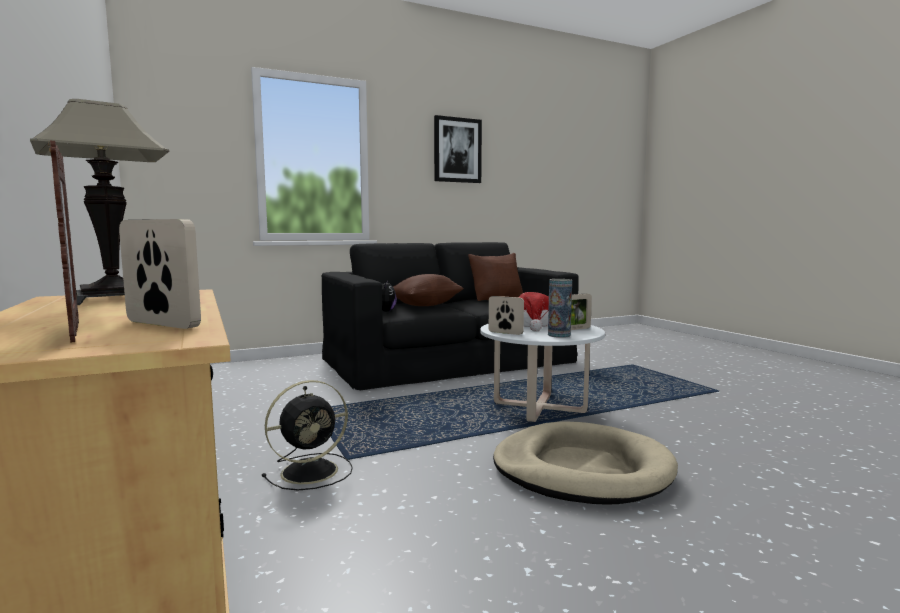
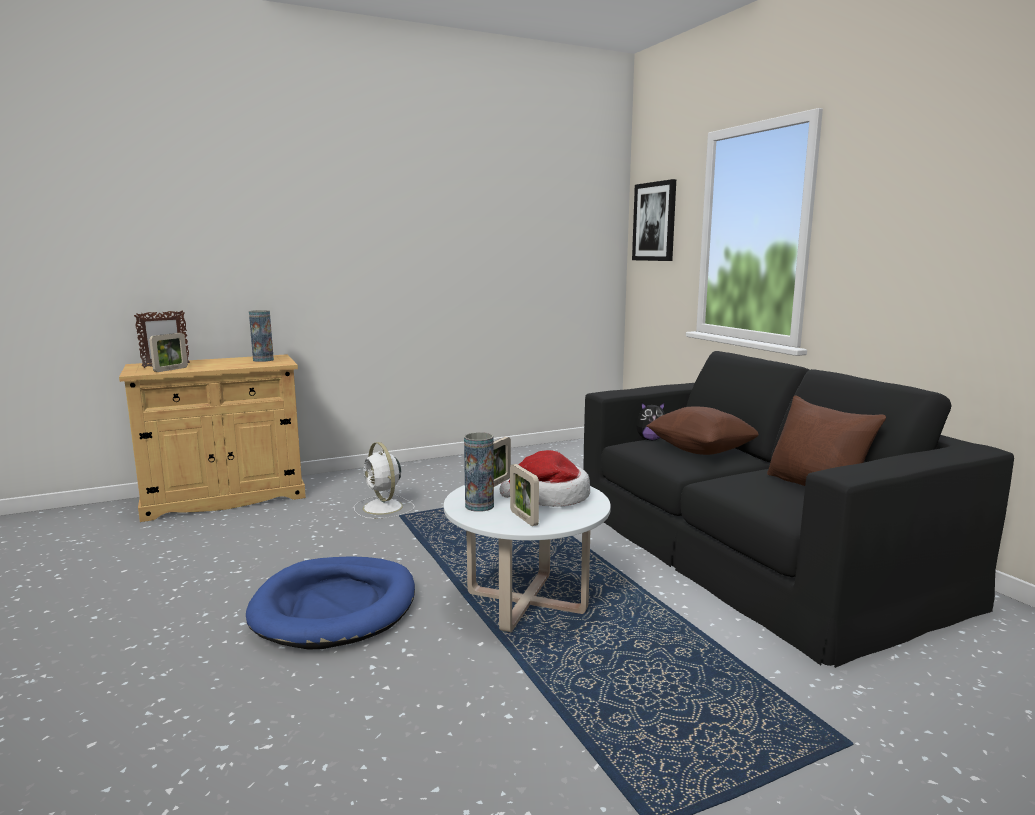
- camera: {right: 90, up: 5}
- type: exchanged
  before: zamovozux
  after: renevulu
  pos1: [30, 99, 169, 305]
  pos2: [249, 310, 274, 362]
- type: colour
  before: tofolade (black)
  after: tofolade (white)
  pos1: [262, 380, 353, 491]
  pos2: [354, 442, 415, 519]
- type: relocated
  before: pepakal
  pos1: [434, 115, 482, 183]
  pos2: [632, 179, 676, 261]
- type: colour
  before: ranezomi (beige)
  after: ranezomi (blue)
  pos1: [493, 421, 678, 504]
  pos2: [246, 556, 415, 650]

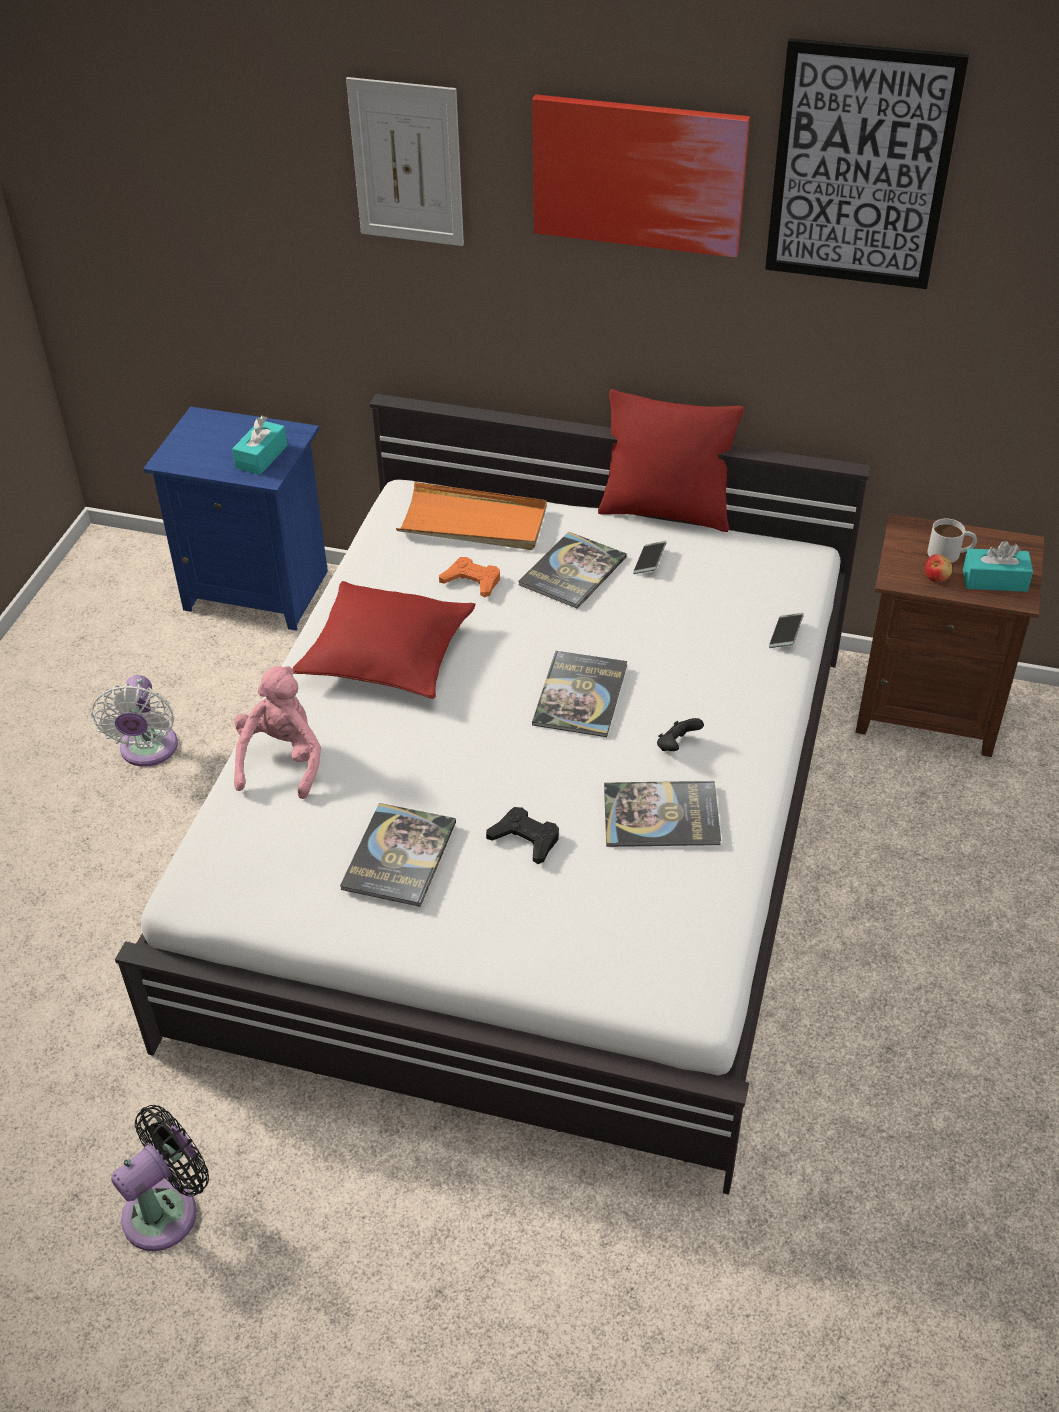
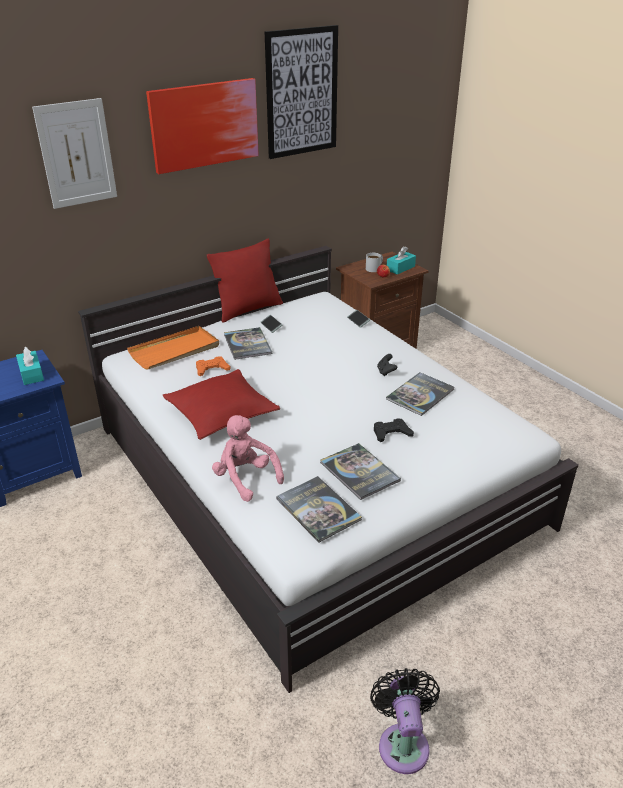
- camera: {right: -50, up: -10}
- type: missing
  before: tofolade (white)
  pos1: [91, 675, 178, 767]
- type: relocated
  before: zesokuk
  pos1: [532, 651, 627, 737]
  pos2: [276, 476, 362, 543]

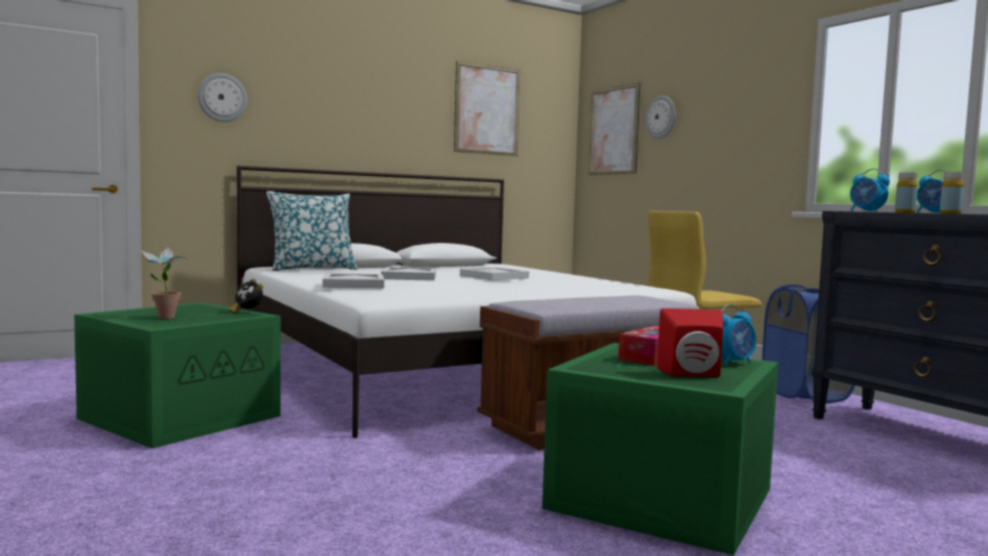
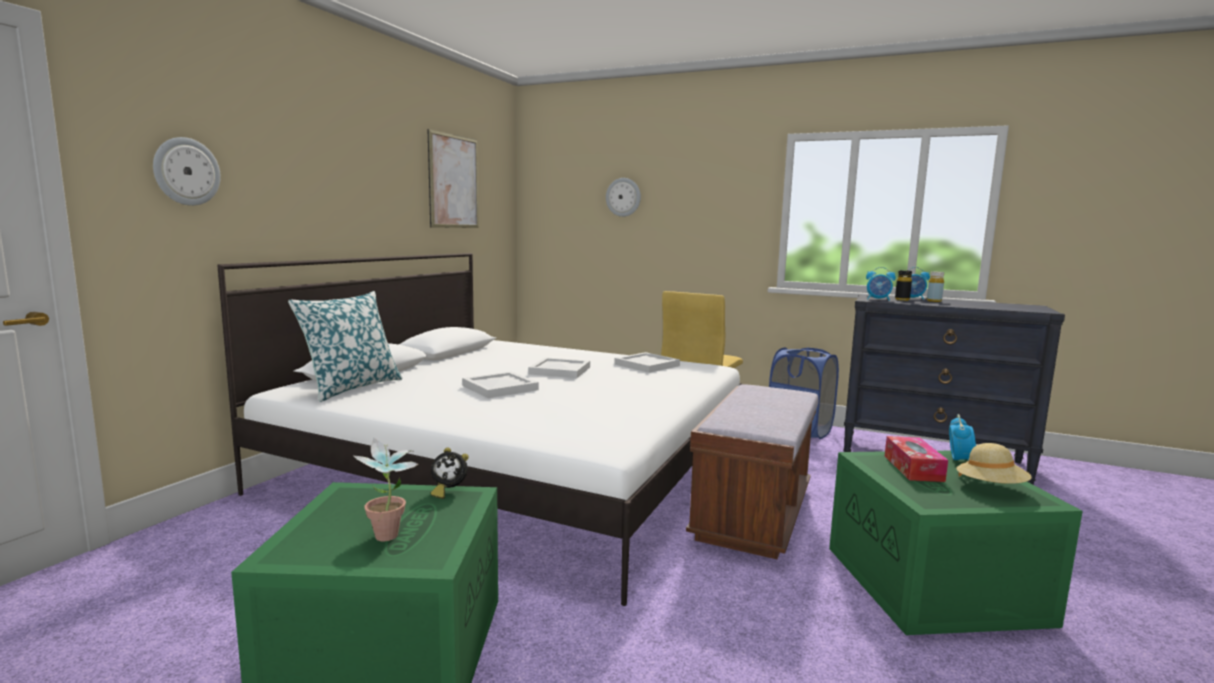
- camera: {right: -35, up: 5}
- type: relocated
  before: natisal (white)
  pos1: [323, 273, 384, 288]
  pos2: [614, 352, 680, 373]
- type: missing
  before: pepakal
  pos1: [589, 82, 640, 175]
- type: exchanged
  before: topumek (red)
  after: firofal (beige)
  pos1: [657, 308, 723, 377]
  pos2: [956, 443, 1032, 484]
- type: colour
  before: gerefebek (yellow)
  after: gerefebek (black)
  pos1: [895, 172, 918, 213]
  pos2: [895, 270, 912, 301]

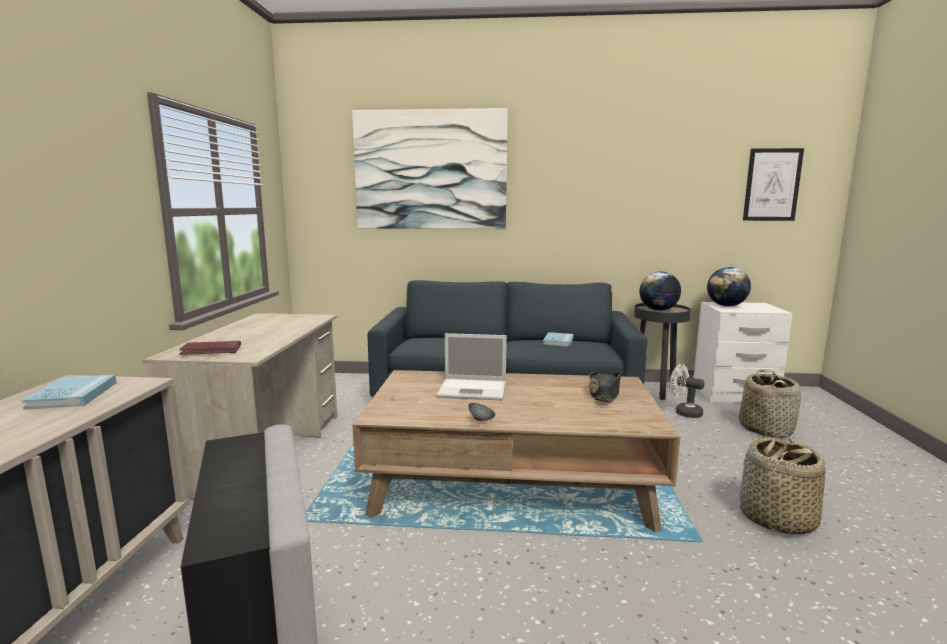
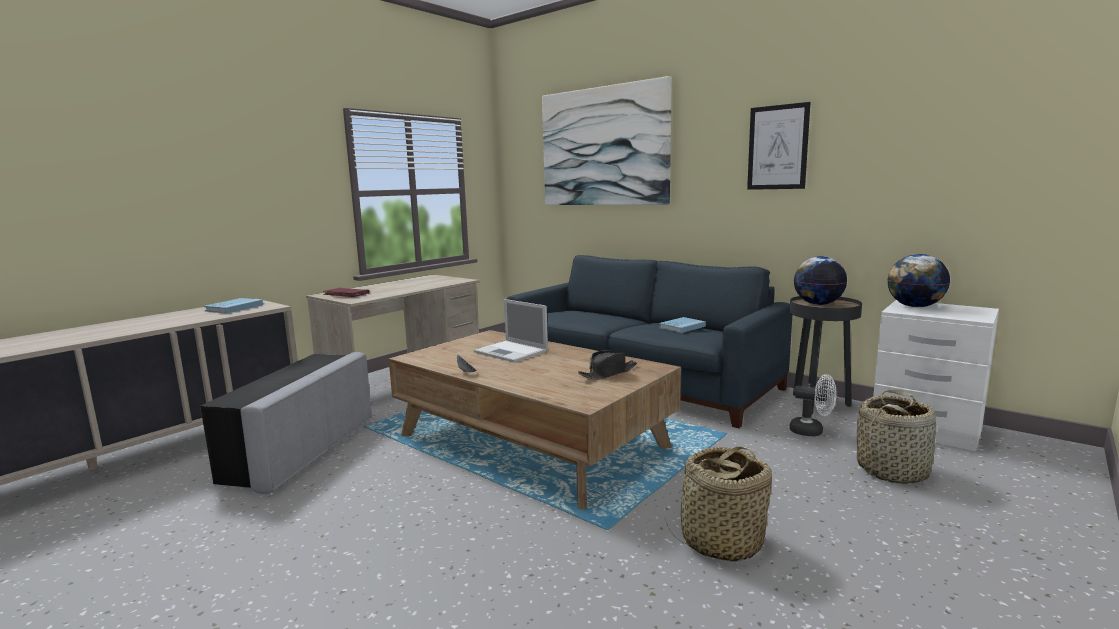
- camera: {right: 35, up: 0}
- type: spun
  before: tofolade (white)
  pos1: [670, 364, 705, 418]
  pos2: [790, 374, 837, 436]
  turn: 135
- type: relocated
  before: pepakal
  pos1: [743, 148, 804, 221]
  pos2: [747, 102, 810, 190]

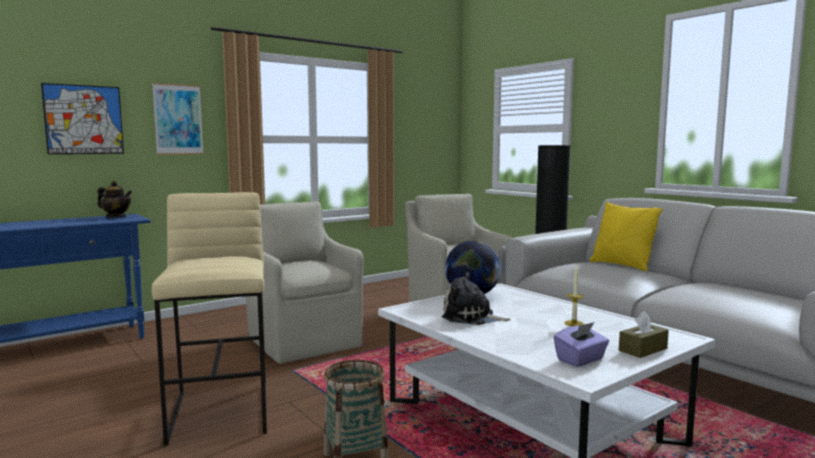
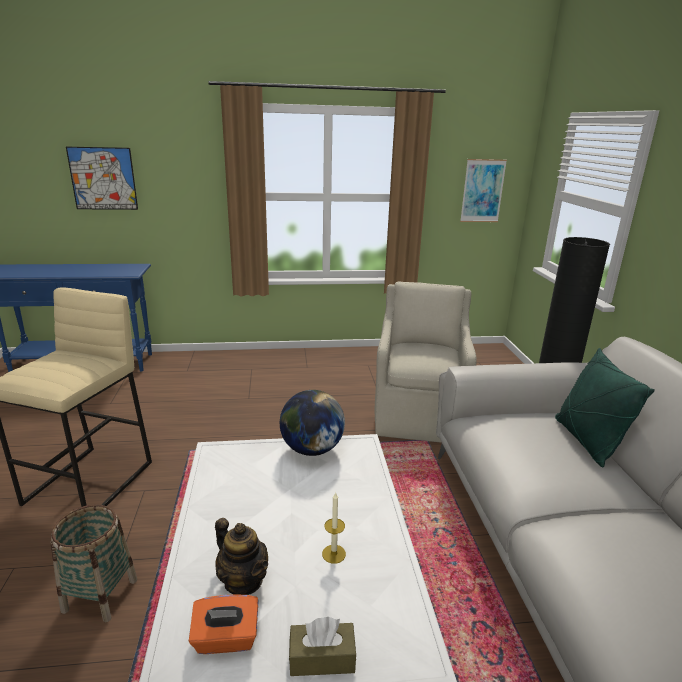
- camera: {right: 30, up: 15}
- type: relocated
  before: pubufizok
  pos1: [97, 181, 132, 218]
  pos2: [215, 518, 268, 595]
- type: relocated
  before: pepakal
  pos1: [152, 83, 204, 155]
  pos2: [460, 159, 507, 222]
- type: missing
  before: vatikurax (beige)
  pos1: [246, 201, 364, 364]
- type: missing
  before: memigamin
  pos1: [442, 272, 511, 325]
- type: colour
  before: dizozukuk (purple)
  after: dizozukuk (orange)
  pos1: [554, 322, 609, 367]
  pos2: [189, 595, 259, 654]
- type: colour
  before: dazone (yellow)
  after: dazone (green)
  pos1: [590, 202, 663, 271]
  pos2: [555, 348, 655, 468]

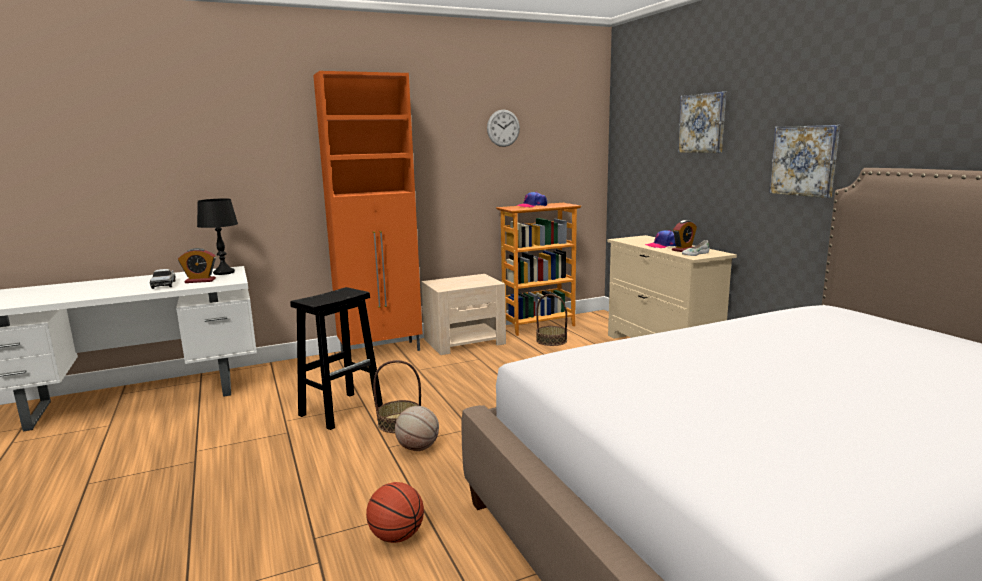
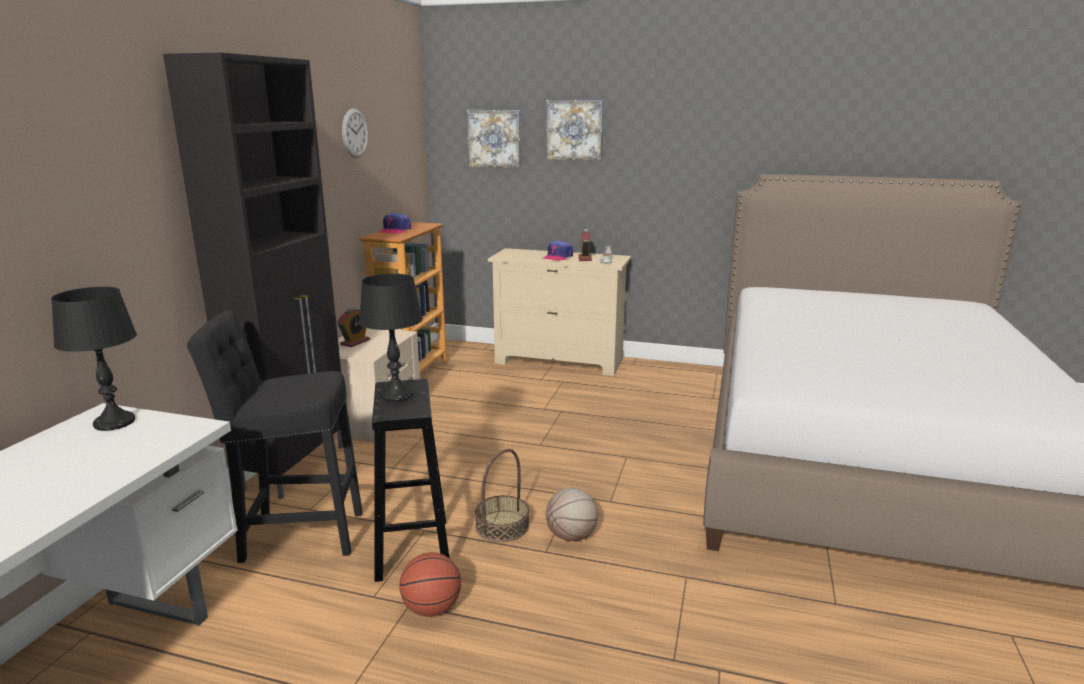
- camera: {right: -50, up: 5}
- type: missing
  before: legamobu
  pos1: [150, 269, 176, 289]
- type: relocated
  before: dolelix
  pos1: [178, 248, 216, 283]
  pos2: [337, 308, 370, 347]
- type: colour
  before: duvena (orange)
  after: duvena (black)
  pos1: [313, 71, 423, 352]
  pos2: [163, 53, 343, 499]
- type: relocated
  before: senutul
  pos1: [366, 482, 424, 543]
  pos2: [399, 552, 461, 617]
- type: missing
  before: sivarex
  pos1: [536, 294, 567, 346]
- type: relocated
  before: pepakal
  pos1: [769, 125, 840, 198]
  pos2: [467, 110, 522, 168]
- type: appeared
  after: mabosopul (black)
  pos2: [187, 310, 362, 563]
- type: appeared
  after: zamovozux (black)
  pos2: [359, 274, 423, 401]

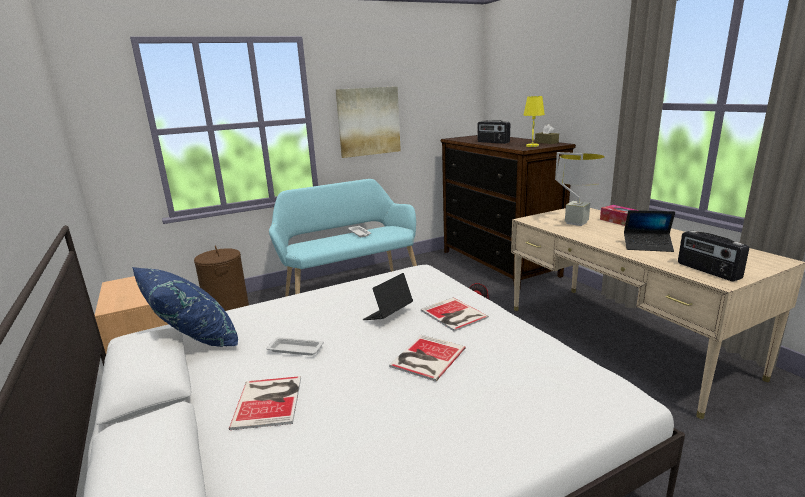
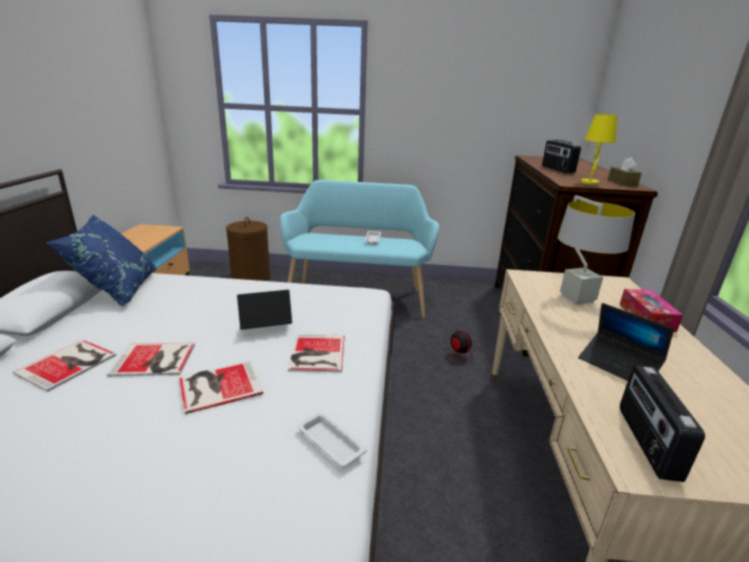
- camera: {right: 30, up: 5}
- type: relocated
  before: natisal (white)
  pos1: [266, 337, 324, 356]
  pos2: [298, 412, 367, 468]
- type: missing
  before: pepakal
  pos1: [336, 86, 401, 158]
- type: appeared
  after: zesokuk
  pos2: [107, 343, 195, 377]

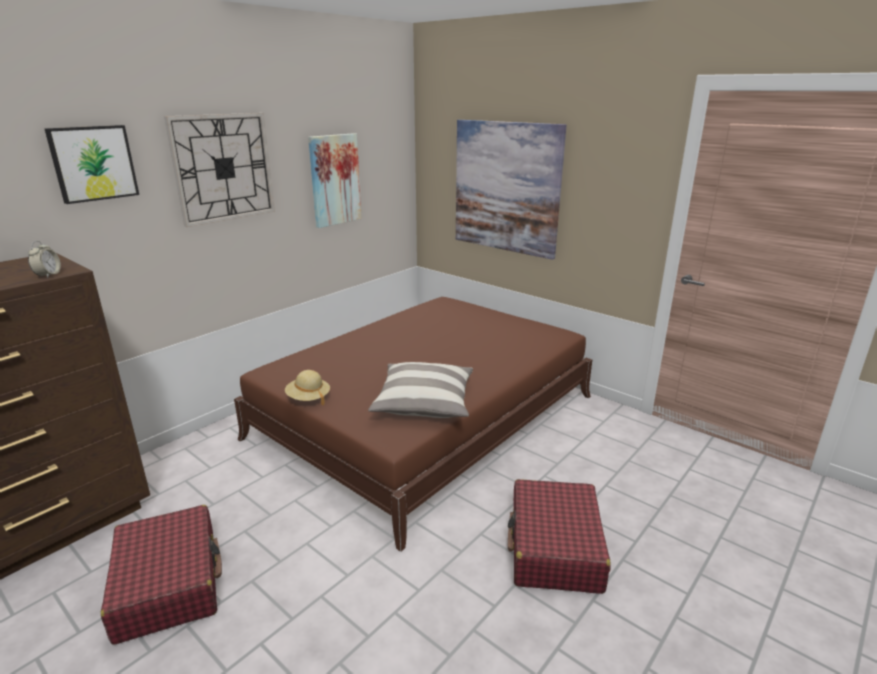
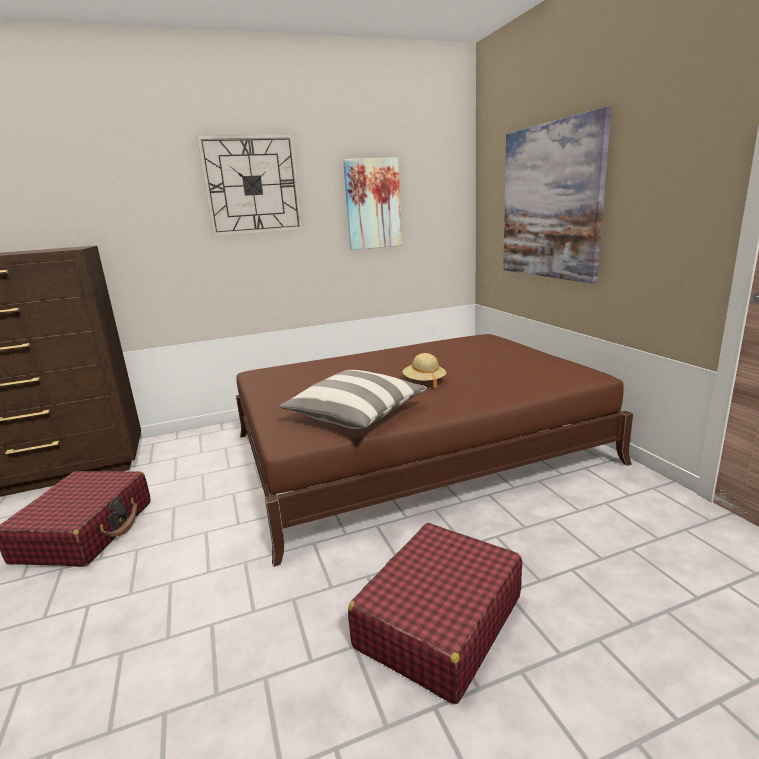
- camera: {right: 30, up: -5}
- type: missing
  before: dolelix
  pos1: [28, 241, 61, 278]
- type: missing
  before: pepakal
  pos1: [45, 125, 139, 204]
- type: relocated
  before: firofal (beige)
  pos1: [285, 370, 330, 405]
  pos2: [402, 353, 446, 389]

